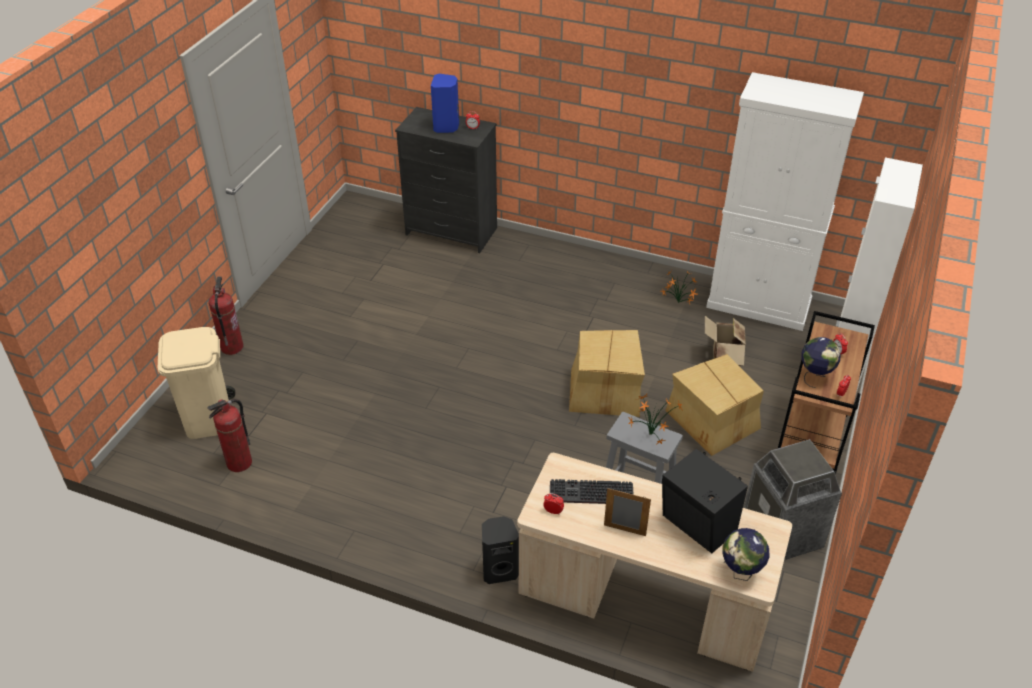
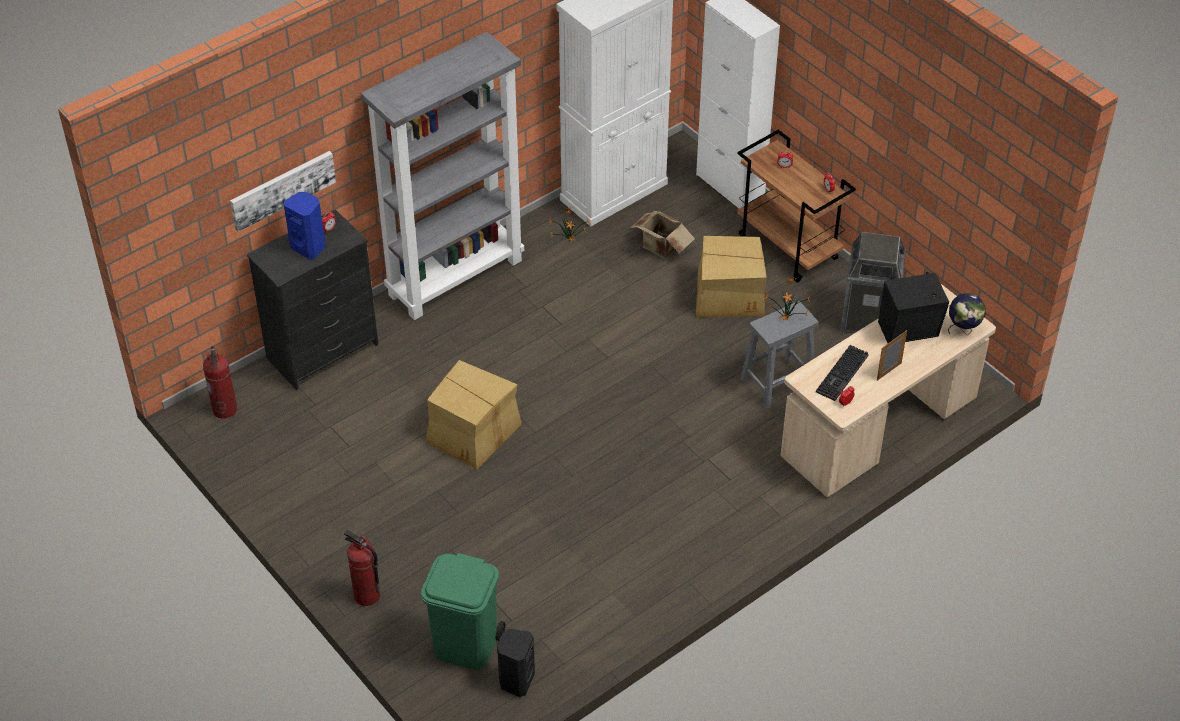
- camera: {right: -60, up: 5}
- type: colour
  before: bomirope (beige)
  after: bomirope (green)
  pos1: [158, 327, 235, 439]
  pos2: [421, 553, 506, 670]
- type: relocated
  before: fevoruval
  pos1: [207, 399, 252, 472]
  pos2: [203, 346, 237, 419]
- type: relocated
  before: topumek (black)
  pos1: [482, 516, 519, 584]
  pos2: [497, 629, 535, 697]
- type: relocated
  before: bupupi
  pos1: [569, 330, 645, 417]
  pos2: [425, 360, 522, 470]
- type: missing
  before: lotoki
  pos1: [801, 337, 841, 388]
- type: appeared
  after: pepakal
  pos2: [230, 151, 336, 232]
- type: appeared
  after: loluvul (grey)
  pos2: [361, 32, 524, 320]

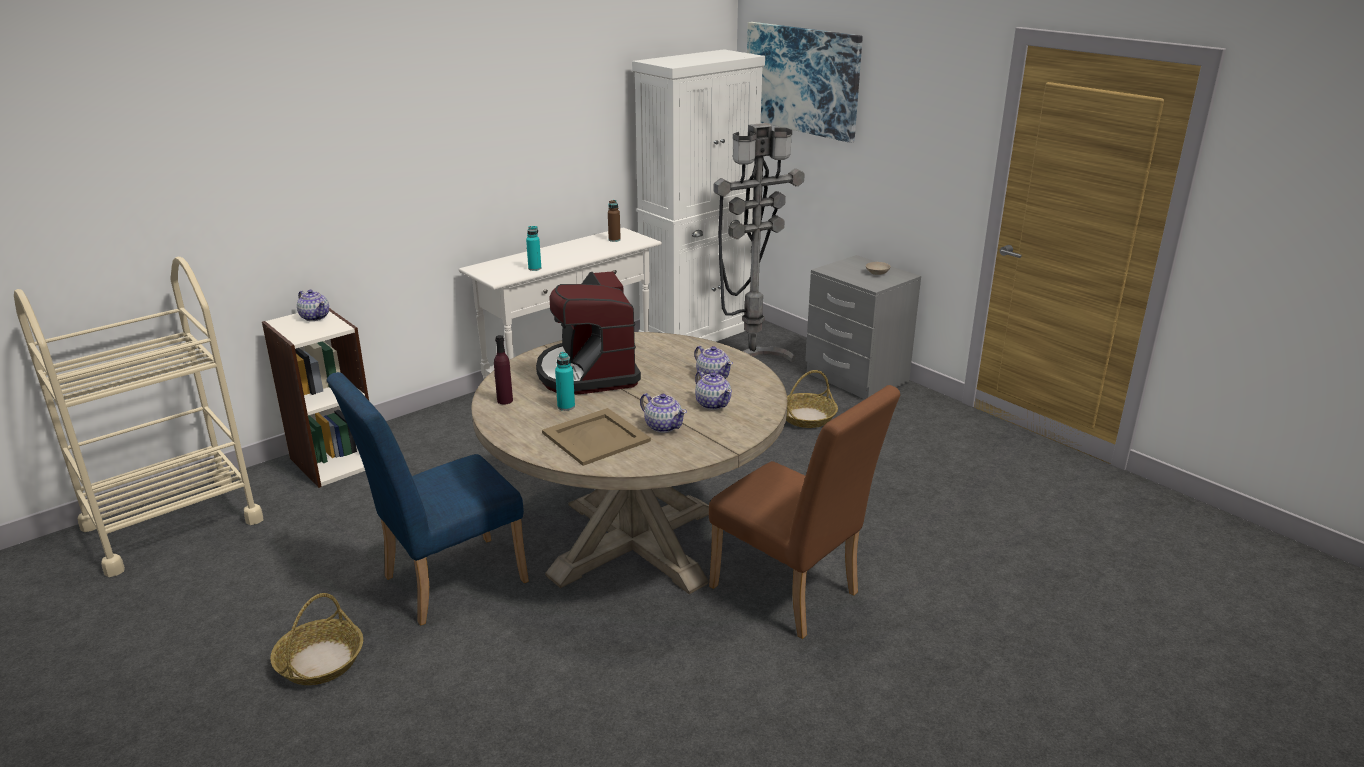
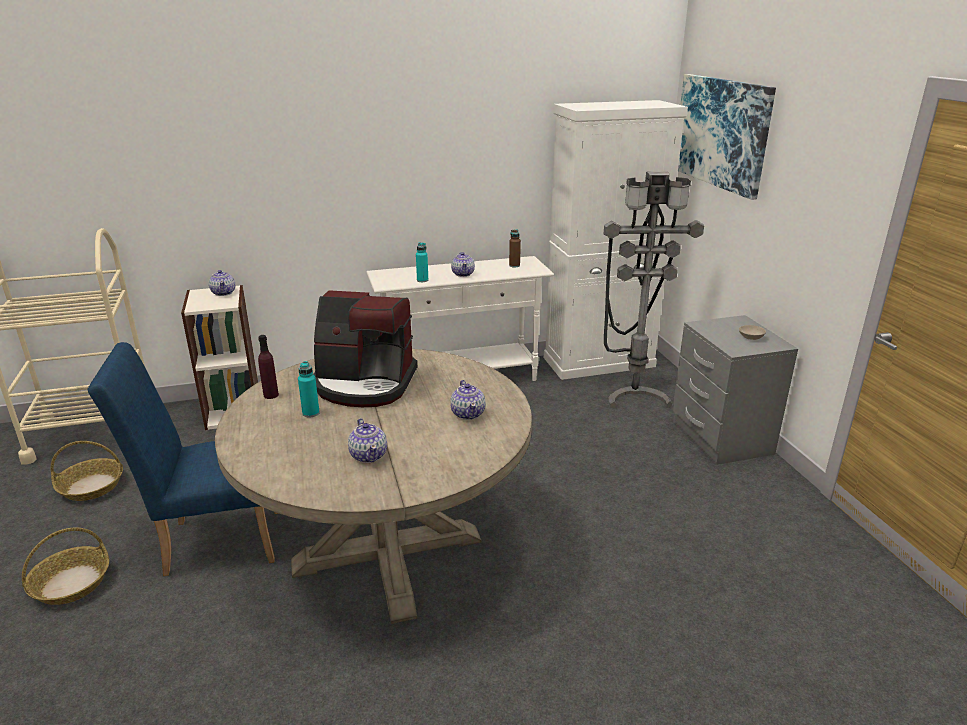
- camera: {right: 25, up: 0}
- type: spun
  before: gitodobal
  pos1: [536, 271, 641, 395]
  pos2: [314, 290, 417, 407]
  turn: -90
- type: missing
  before: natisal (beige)
  pos1: [542, 408, 651, 466]
- type: relocated
  before: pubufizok
  pos1: [695, 371, 732, 410]
  pos2: [451, 252, 475, 277]
- type: missing
  before: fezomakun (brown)
  pos1: [709, 385, 901, 639]
- type: relocated
  before: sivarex
  pos1: [786, 370, 838, 428]
  pos2: [51, 441, 123, 501]

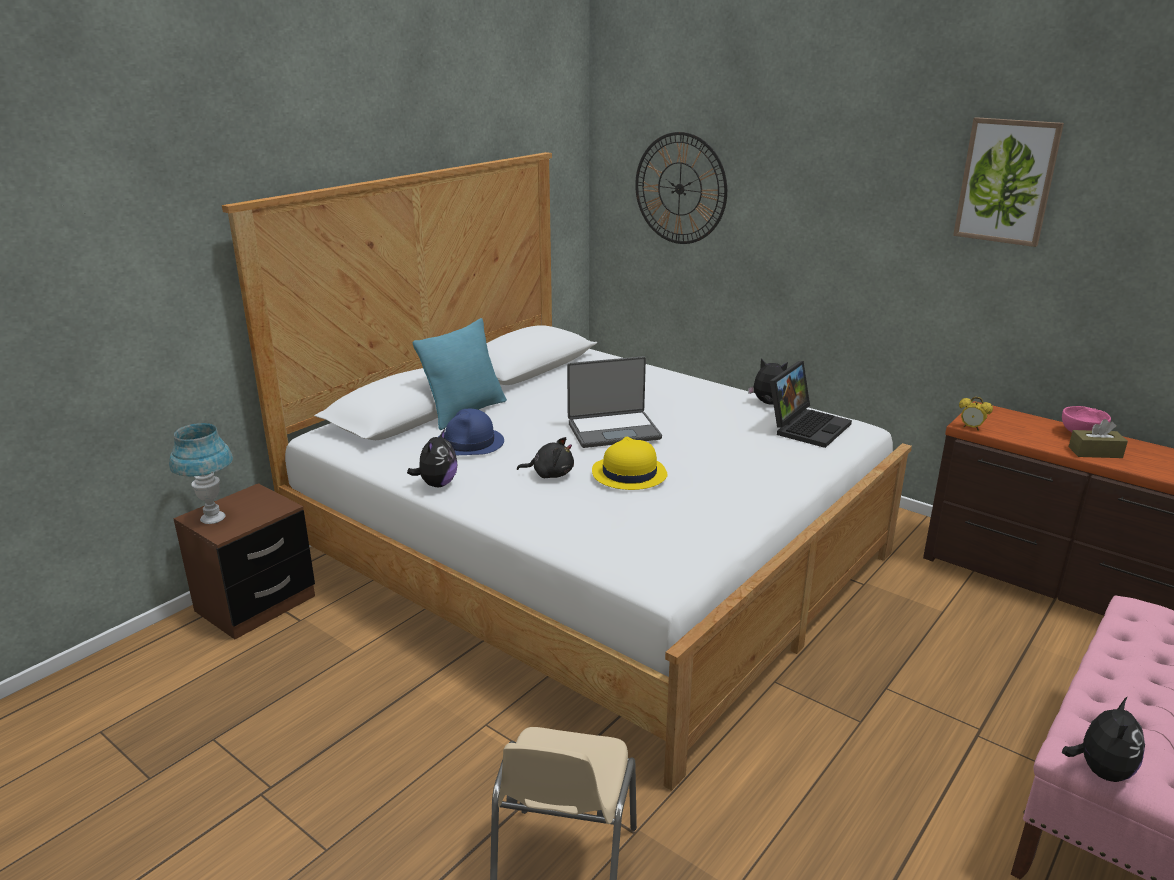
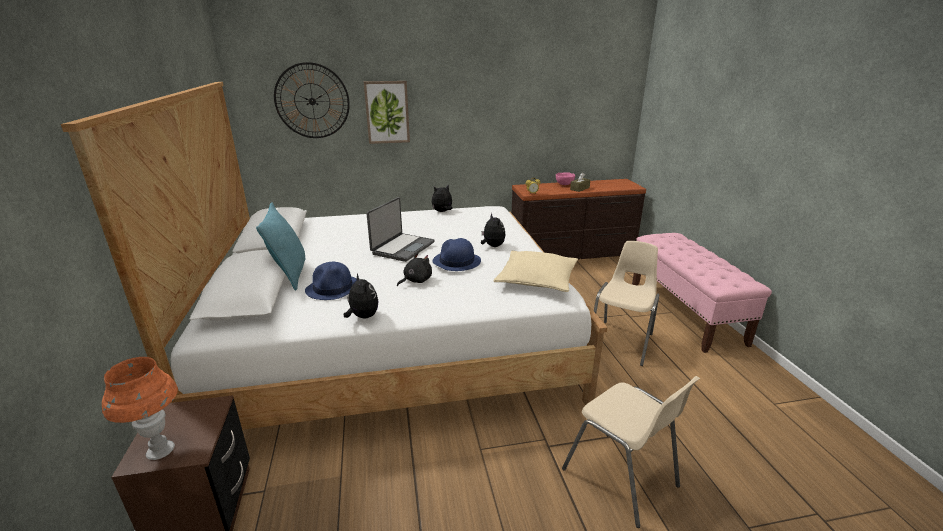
- camera: {right: -50, up: 0}
- type: colour
  before: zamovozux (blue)
  after: zamovozux (orange)
  pos1: [169, 423, 233, 524]
  pos2: [102, 357, 178, 460]
- type: colour
  before: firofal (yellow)
  after: firofal (blue)
  pos1: [592, 437, 668, 490]
  pos2: [433, 238, 481, 271]
- type: missing
  before: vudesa
  pos1: [770, 361, 852, 448]
- type: relocated
  before: pepakal
  pos1: [953, 117, 1064, 247]
  pos2: [364, 81, 410, 144]
- type: relocated
  before: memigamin
  pos1: [1062, 696, 1145, 782]
  pos2: [481, 213, 505, 247]
- type: appeared
  after: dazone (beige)
  pos2: [494, 251, 578, 292]
- type: appeared
  after: fezomakun (beige)
  pos2: [594, 241, 659, 366]

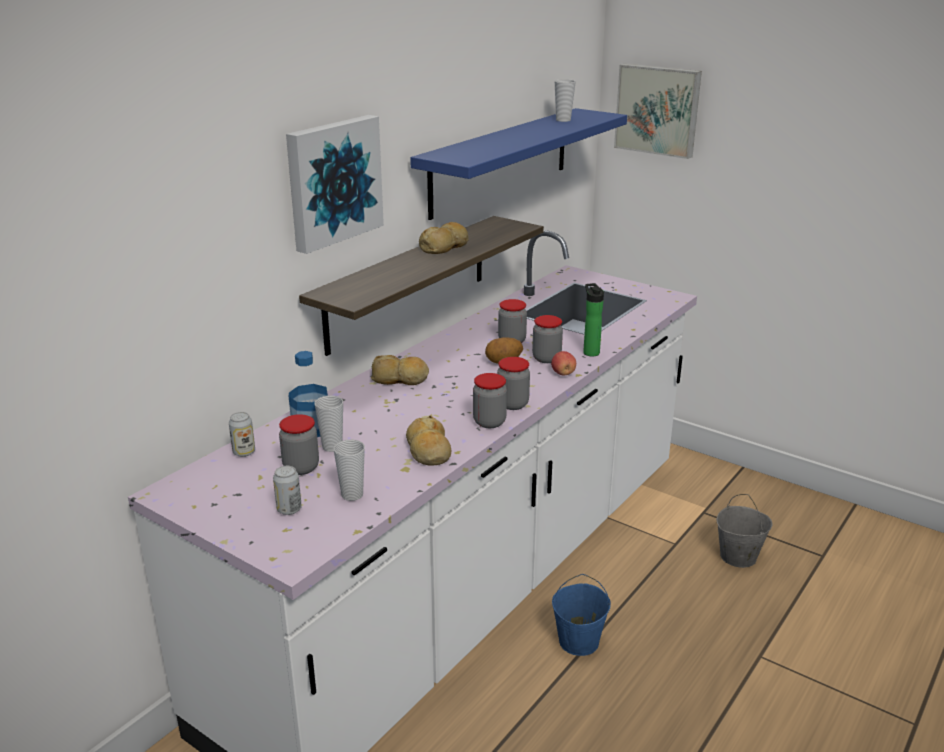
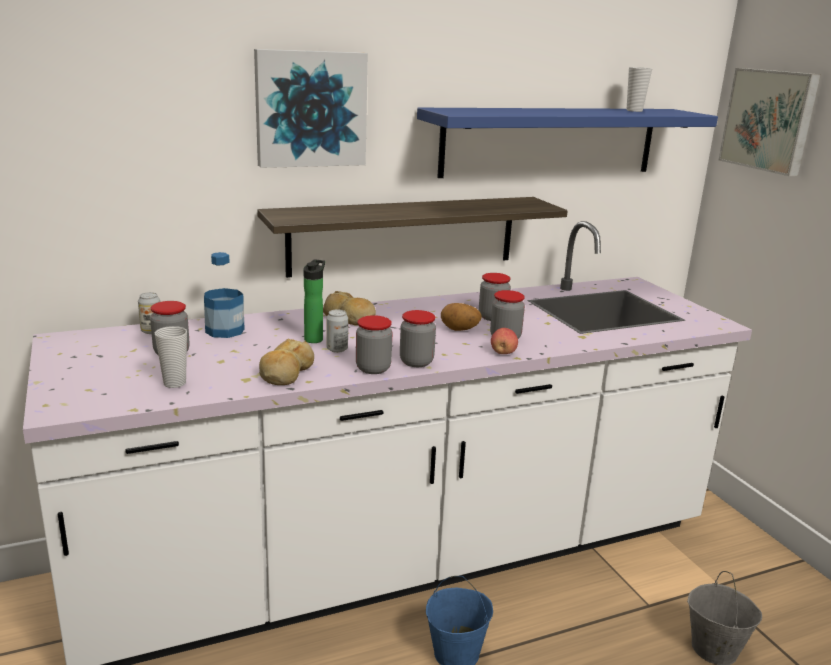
- camera: {right: 30, up: -5}
- type: relocated
  before: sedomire
  pos1: [273, 466, 302, 515]
  pos2: [327, 310, 348, 353]
- type: missing
  before: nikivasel
  pos1: [314, 396, 343, 452]
- type: missing
  before: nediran
  pos1: [419, 222, 469, 254]
- type: relocated
  before: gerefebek
  pos1: [583, 283, 604, 356]
  pos2: [304, 260, 325, 343]

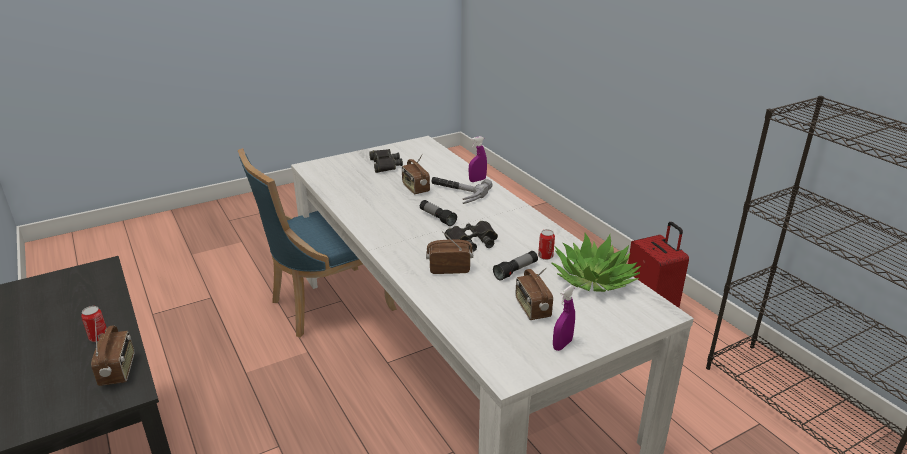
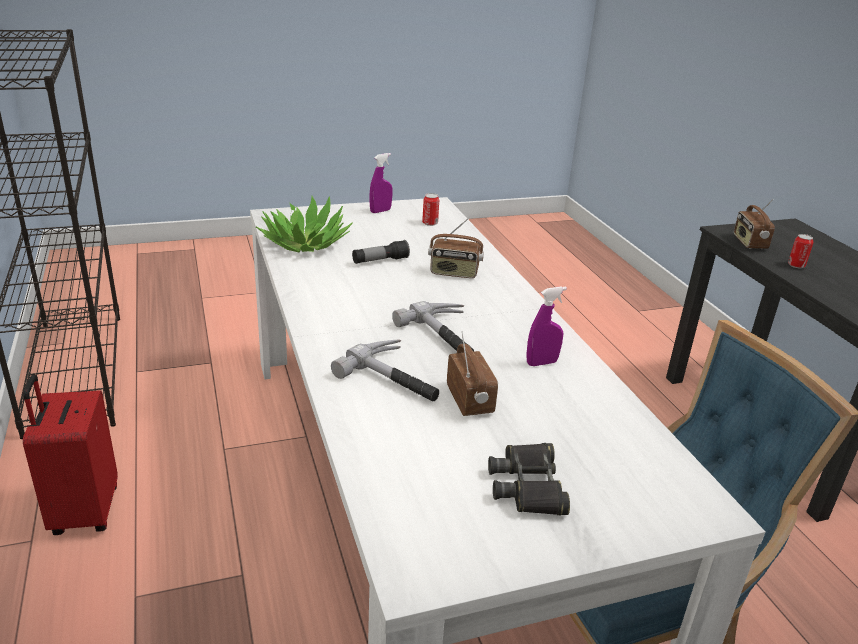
- camera: {right: -170, up: 0}
- type: exchanged
  before: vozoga
  after: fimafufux
  pos1: [420, 200, 457, 226]
  pos2: [392, 301, 474, 352]
- type: missing
  before: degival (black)
  pos1: [444, 221, 498, 252]
- type: relocated
  before: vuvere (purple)
  pos1: [469, 136, 487, 182]
  pos2: [526, 286, 567, 366]
- type: missing
  before: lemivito
  pos1: [515, 268, 553, 320]
- type: relocated
  before: sedomire
  pos1: [538, 229, 555, 260]
  pos2: [422, 193, 439, 226]

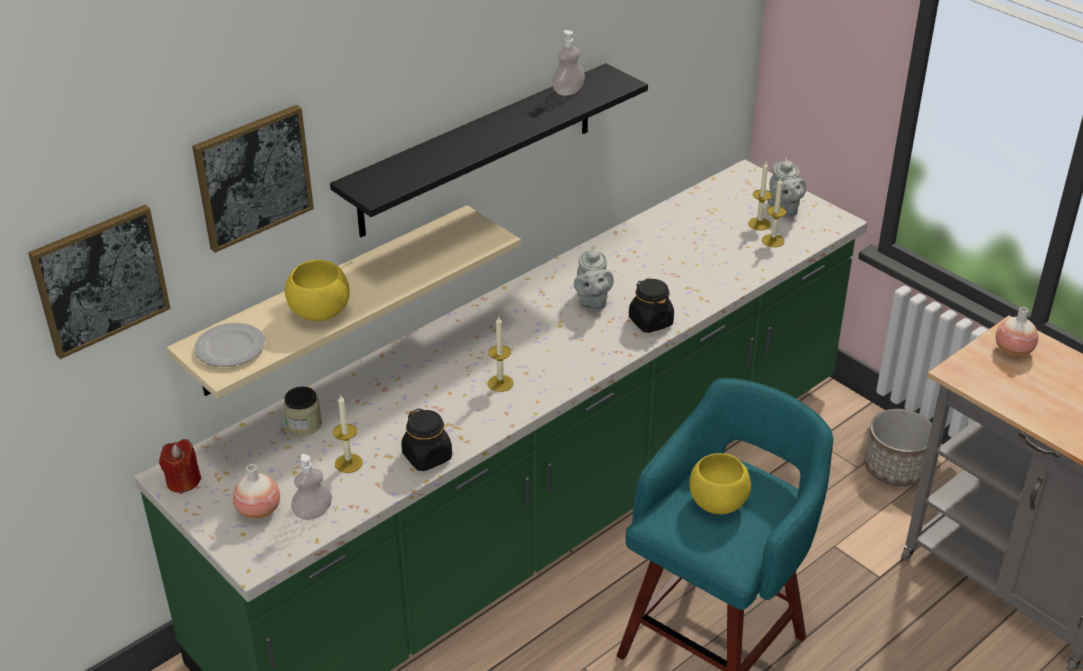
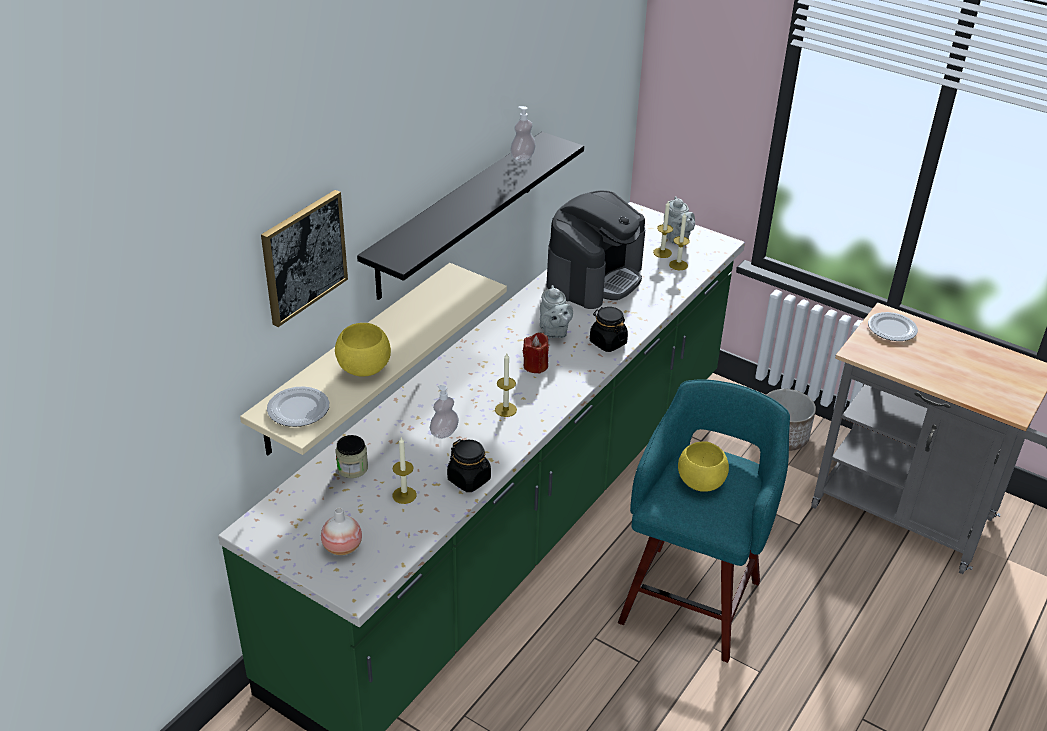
- camera: {right: -15, up: 0}
- type: missing
  before: pepakal
  pos1: [28, 204, 171, 359]
- type: relocated
  before: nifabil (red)
  pos1: [159, 439, 201, 494]
  pos2: [523, 333, 549, 374]
- type: relocated
  before: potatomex
  pos1: [291, 454, 332, 520]
  pos2: [430, 385, 459, 439]
- type: exchanged
  before: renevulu
  after: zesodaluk
  pos1: [996, 307, 1038, 357]
  pos2: [868, 312, 918, 341]
- type: appeared
  after: gitodobal
  pos2: [546, 190, 645, 309]

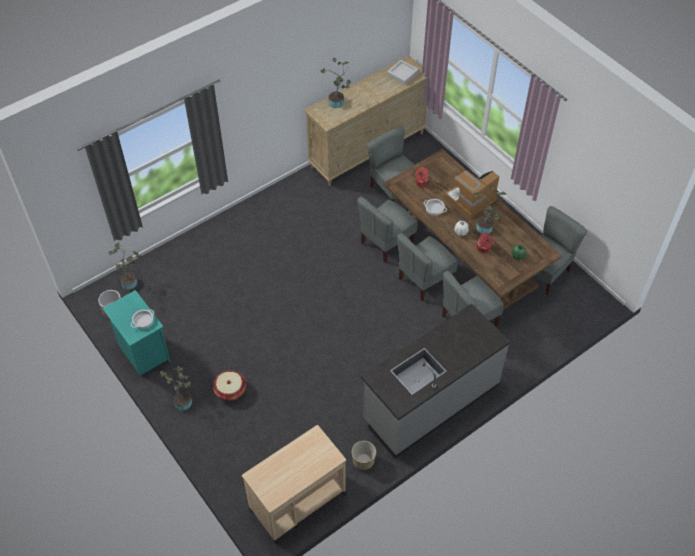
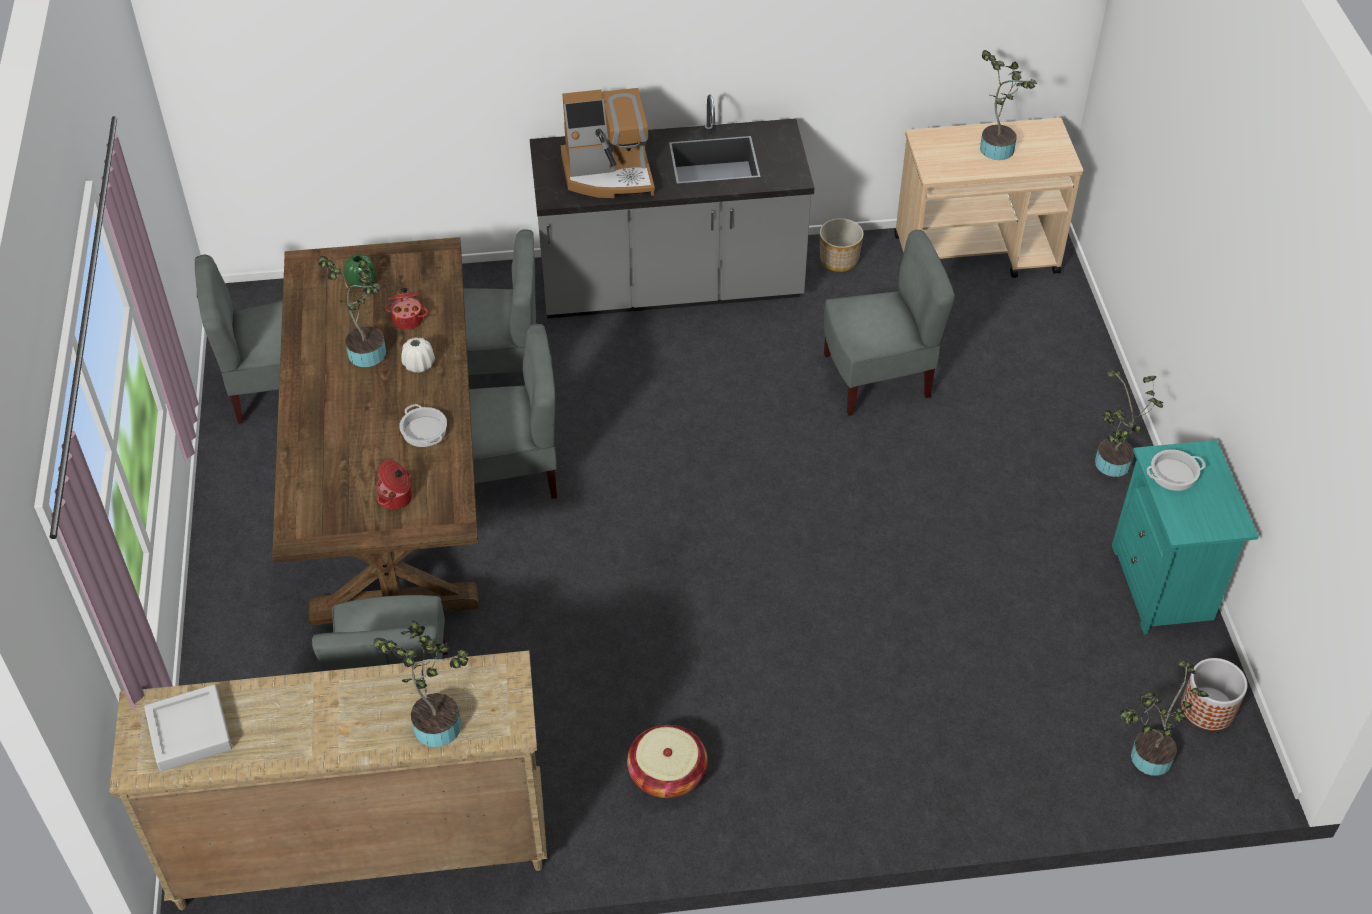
- camera: {right: -150, up: -5}
- type: relocated
  before: sivarex
  pos1: [213, 371, 246, 401]
  pos2: [627, 725, 708, 798]
- type: relocated
  before: fezomakun (grey)
  pos1: [357, 197, 417, 263]
  pos2: [824, 230, 955, 416]
- type: relocated
  before: gitodobal
  pos1: [445, 170, 499, 218]
  pos2: [561, 88, 655, 198]
- type: appeared
  after: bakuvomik
  pos2: [980, 50, 1037, 160]

